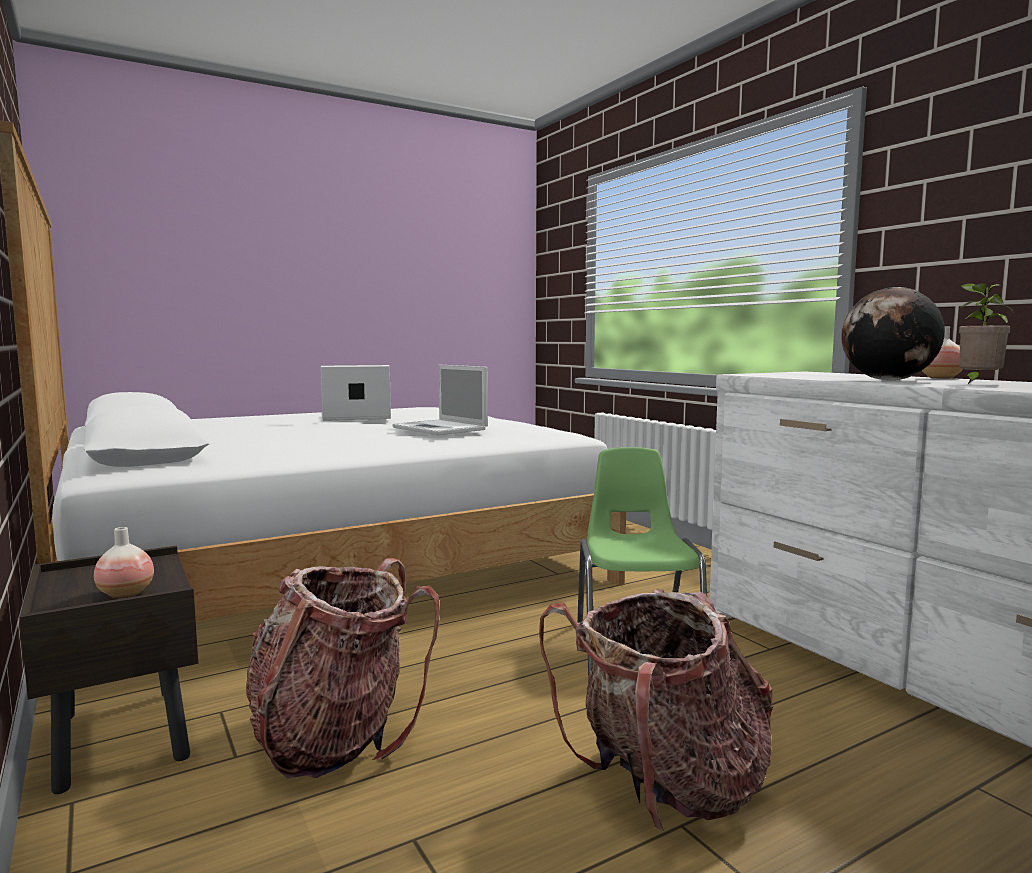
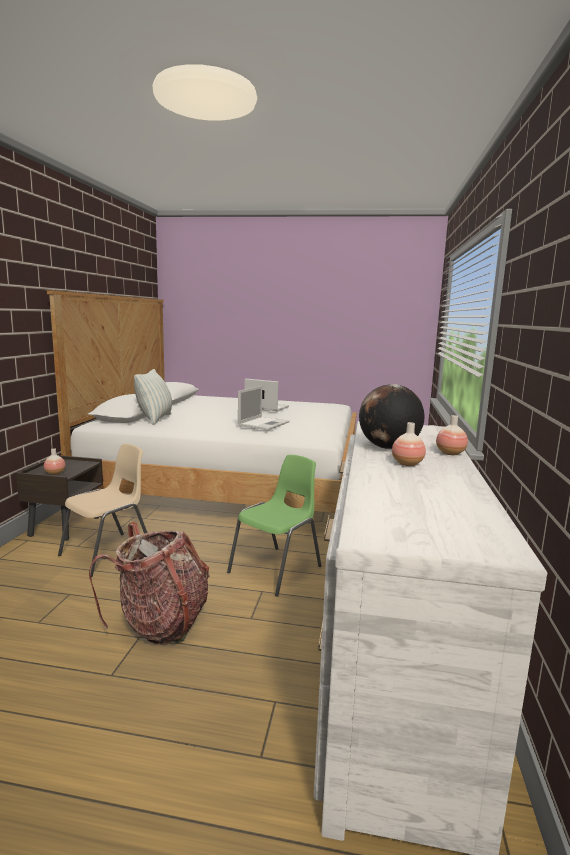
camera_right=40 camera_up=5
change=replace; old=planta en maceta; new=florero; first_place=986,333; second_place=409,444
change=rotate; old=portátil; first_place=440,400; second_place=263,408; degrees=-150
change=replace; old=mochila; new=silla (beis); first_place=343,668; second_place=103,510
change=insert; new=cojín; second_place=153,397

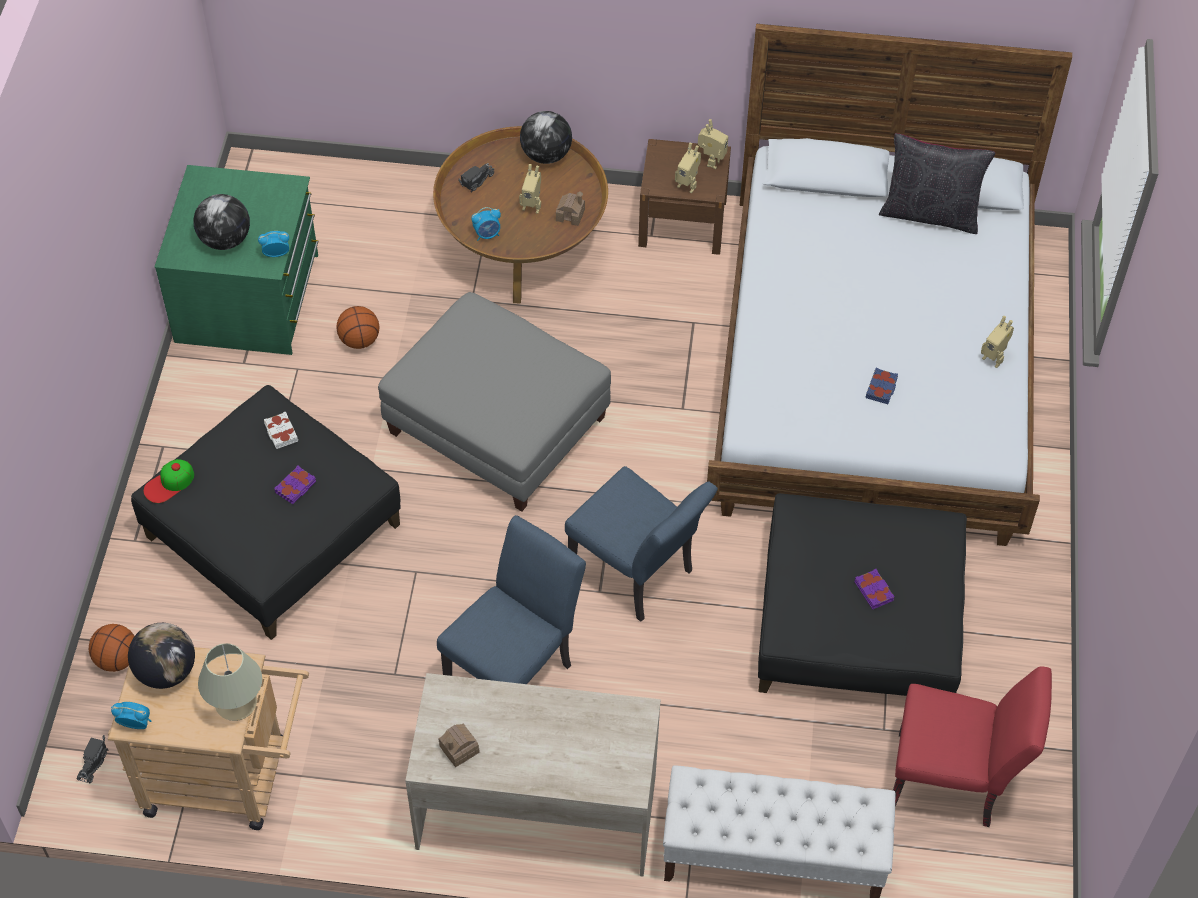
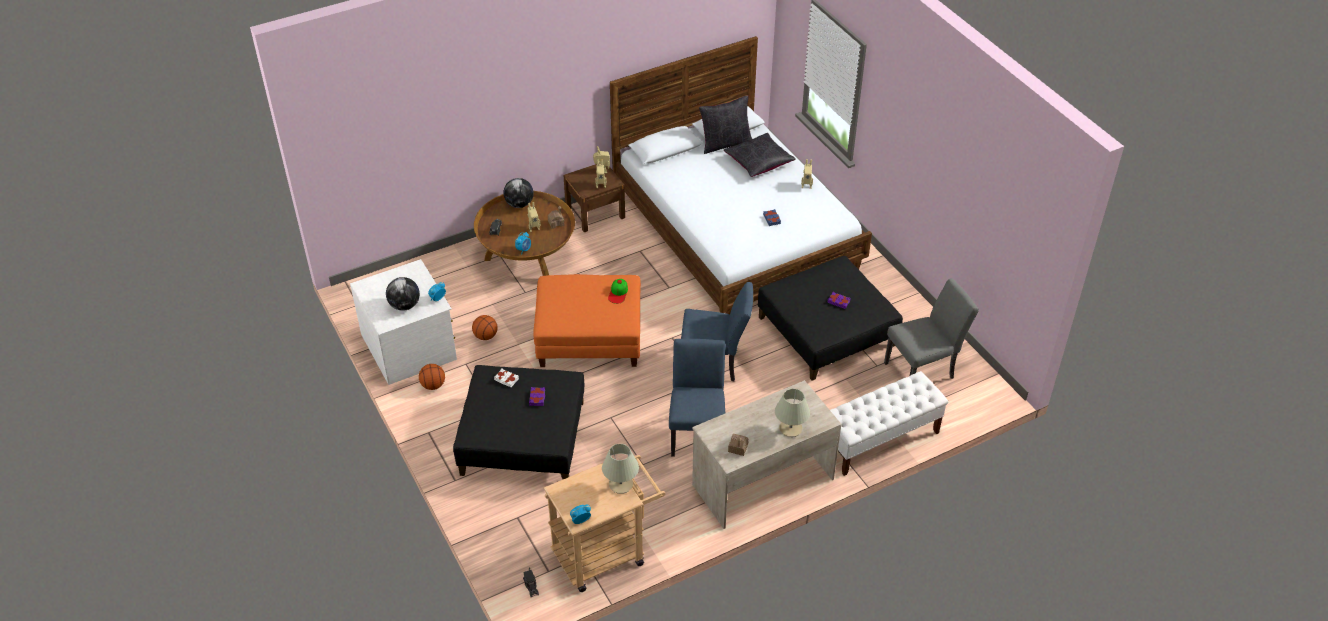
camera_right=-35 camera_up=-10
change=recolor; old=cómoda (verde); new=cómoda (blanco); first_place=237,260; second_place=403,322
change=recolor; old=puf (gris); new=puf (naranja); first_place=494,401; second_place=587,320
change=move; old=gorra; first_place=169,481; second_place=618,291
change=delete; old=globo terráqueo; first_place=161,656
change=move; old=balón de baloncesto; first_place=111,648; second_place=432,377
change=recolor; old=silla (rojo); new=silla (gris); first_place=972,746; second_place=931,328
change=insert; new=cojín (negro); second_place=760,155
change=insert; new=lámpara de mesa (beis); second_place=792,413

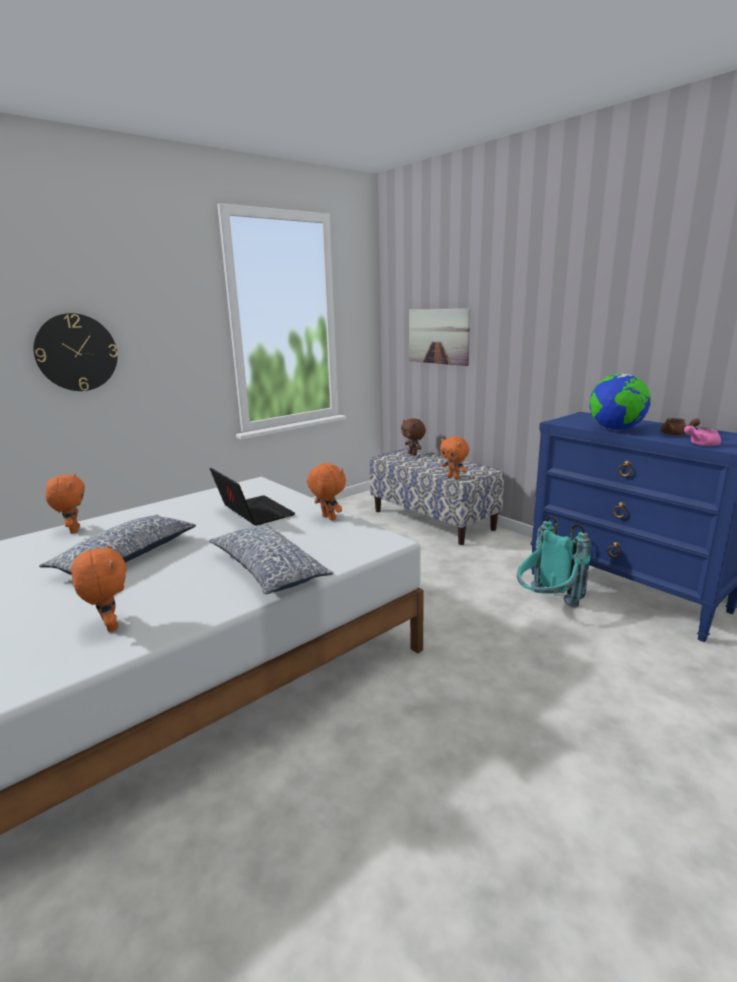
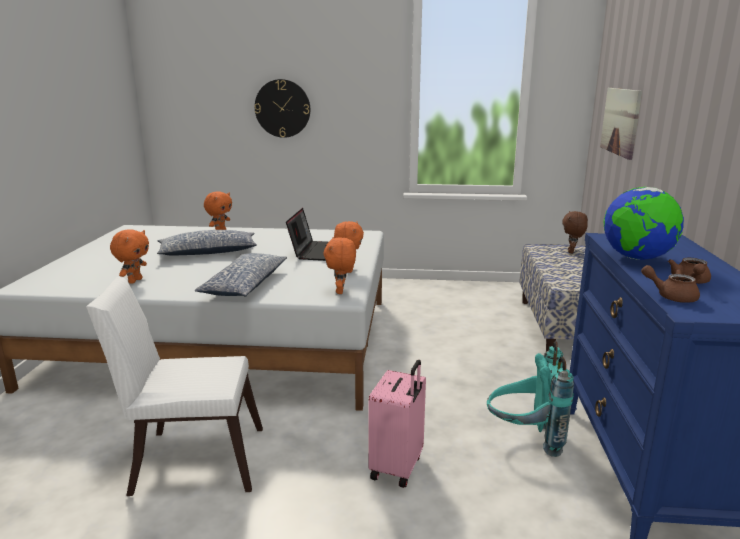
camera_right=45 camera_up=0
change=recolor; old=tetera (rosa); new=tetera (marrón); first_place=702,435; second_place=670,284
change=move; old=peluche (naranja); first_place=454,457; second_place=339,265
change=insert; new=silla (blanco); second_place=174,386
change=insert; new=maleta (rosa); second_place=397,424

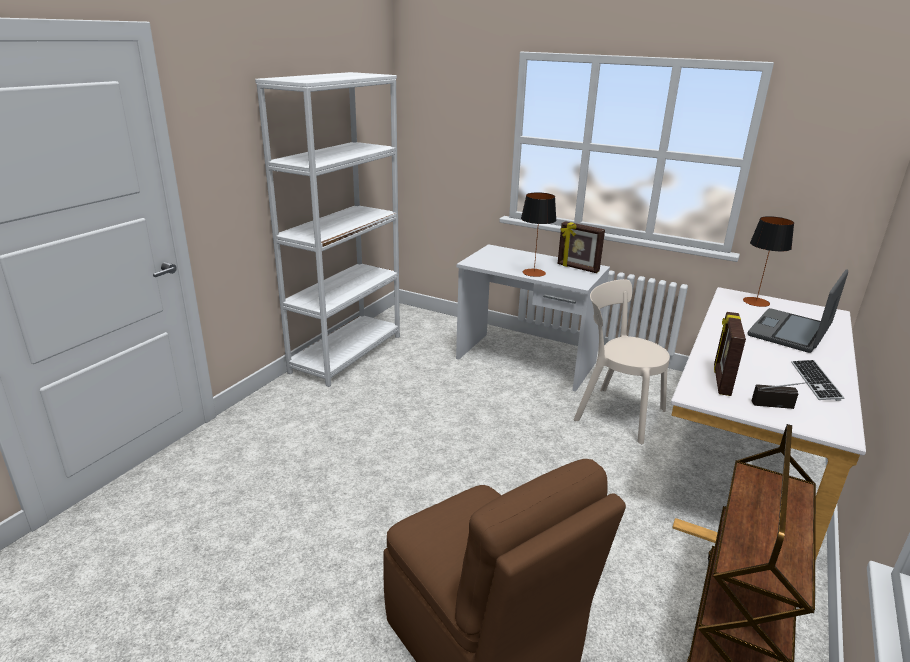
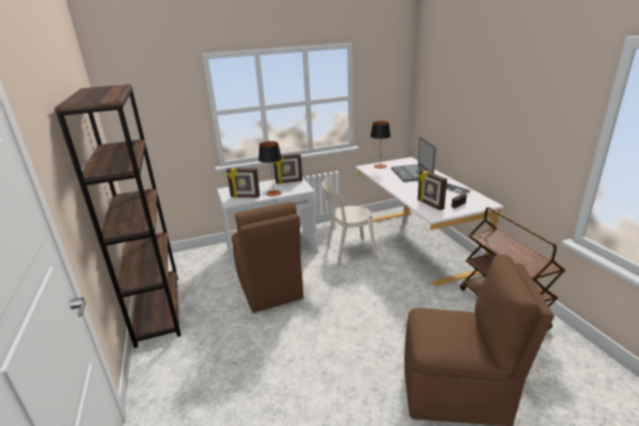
camera_right=-45 camera_up=0
change=recolor; old=estantería (blanco); new=estantería (marrón); first_place=327,229; second_place=117,216
change=insert; new=portarretratos; second_place=243,183
change=insert; new=silla (marrón); second_place=267,257

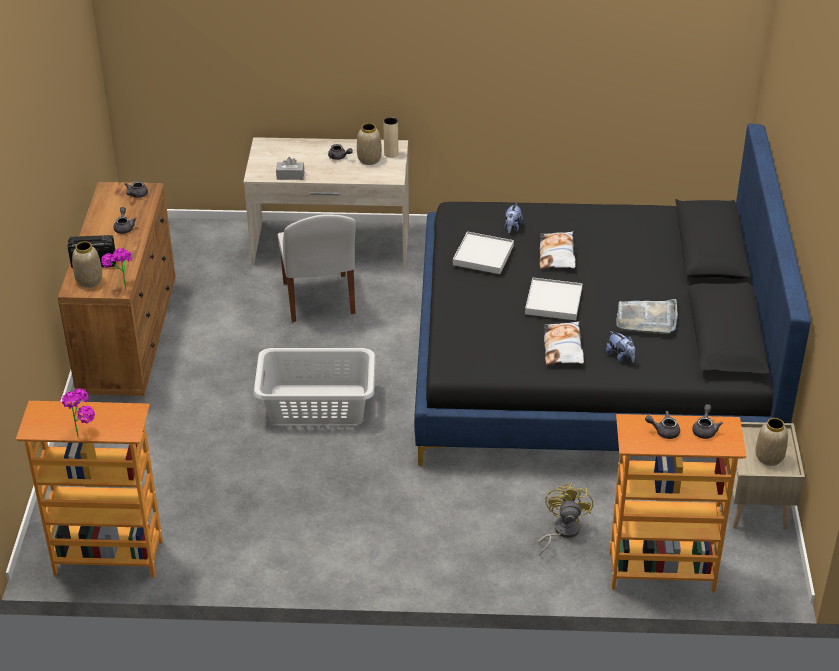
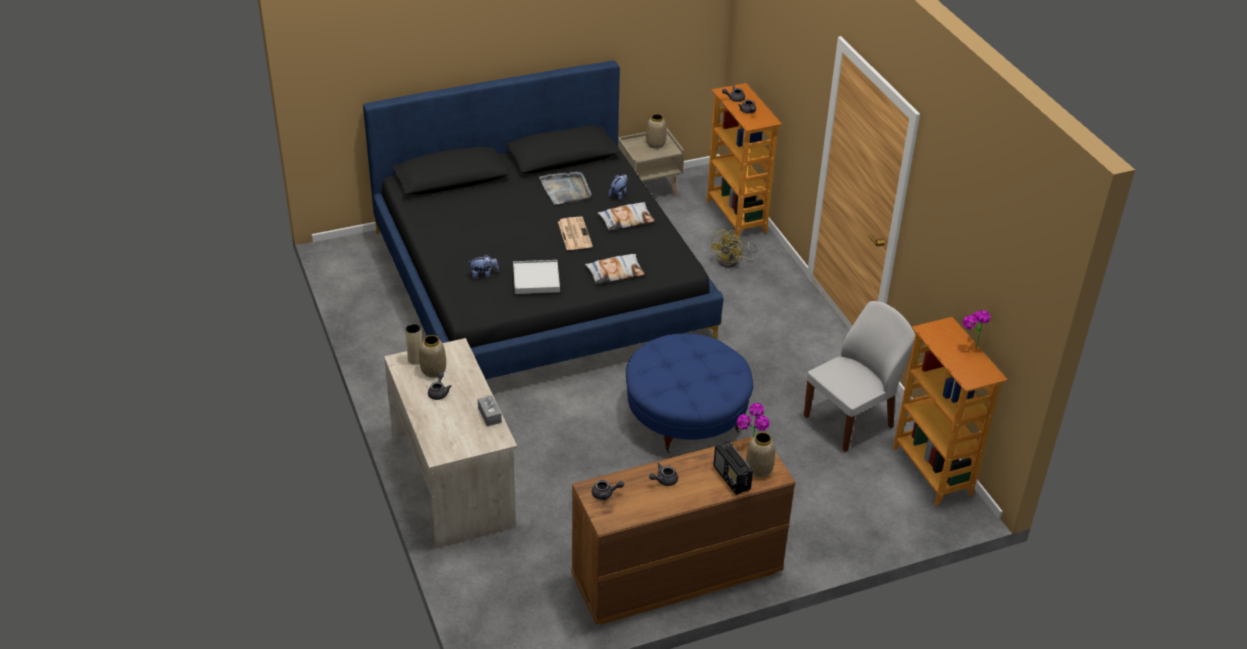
camera_right=-115 camera_up=0
change=move; old=silla (blanco); first_place=317,268; second_place=859,376
change=move; old=cojín; first_place=557,250; second_place=615,269
change=replace; old=bandeja (blanco); new=periódico; first_place=554,299; second_place=575,233
change=replace; old=cesto de la ropa (gris); new=puf (azul); first_place=315,386; second_place=689,393
change=rotate; old=ventilador (amarillo); first_place=565,519; second_place=733,249; degrees=-45

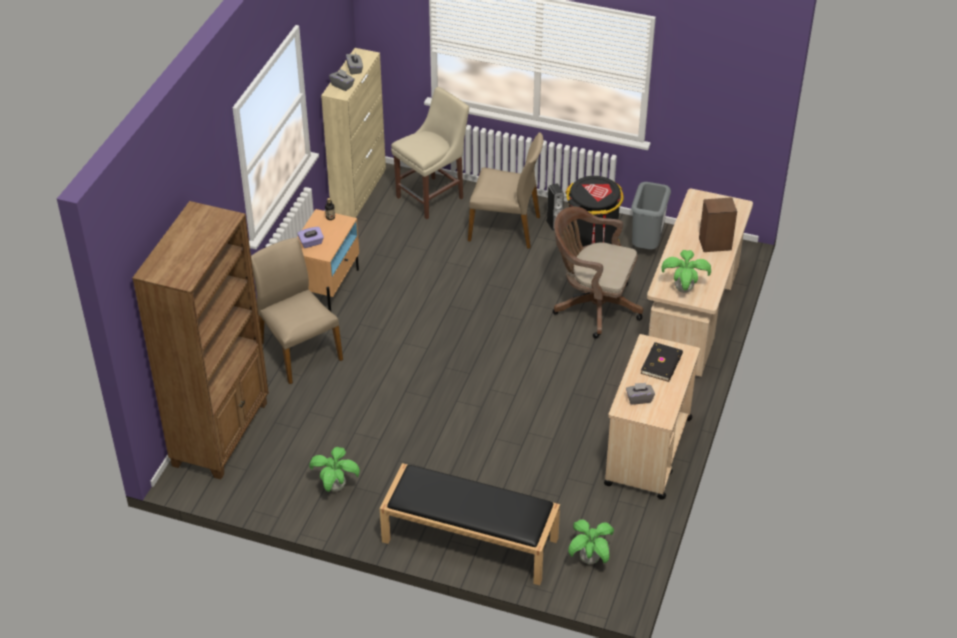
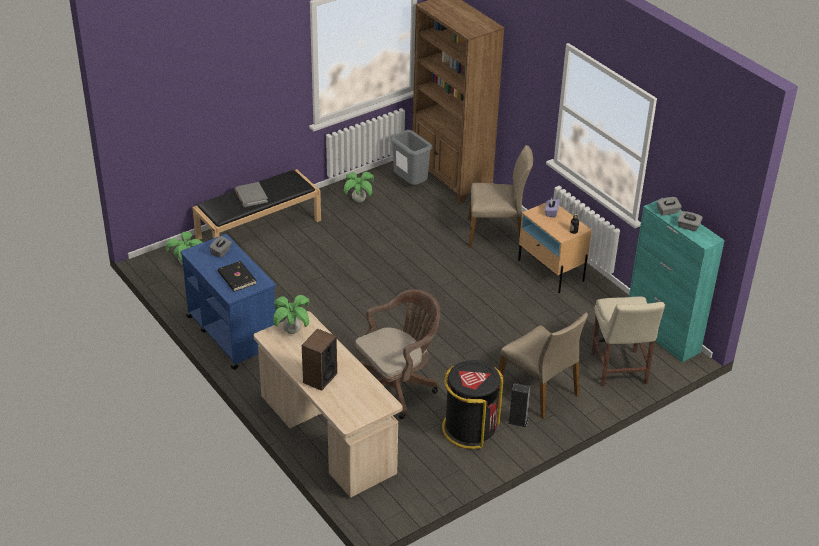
camera_right=125 camera_up=-5
change=recolor; old=armario (beis); new=armario (turquesa); first_place=353,133; second_place=677,280
change=rotate; old=silla (beis); first_place=505,190; second_place=543,366; degrees=-90
change=move; old=papelera (gris); first_place=651,216; second_place=411,157
change=recolor; old=carrito (beis); new=carrito (azul); first_place=652,417; second_place=228,302
change=insert; new=libro (gris); second_place=251,194

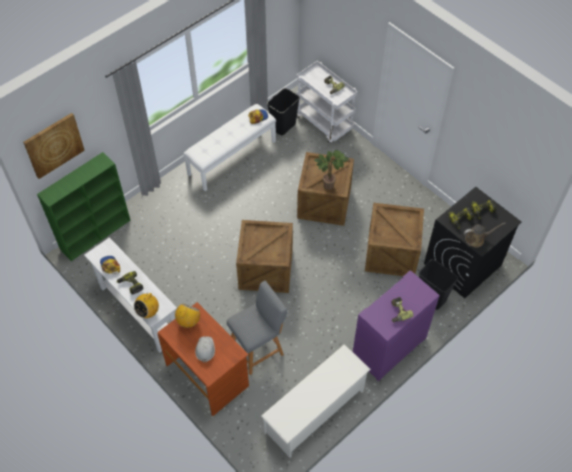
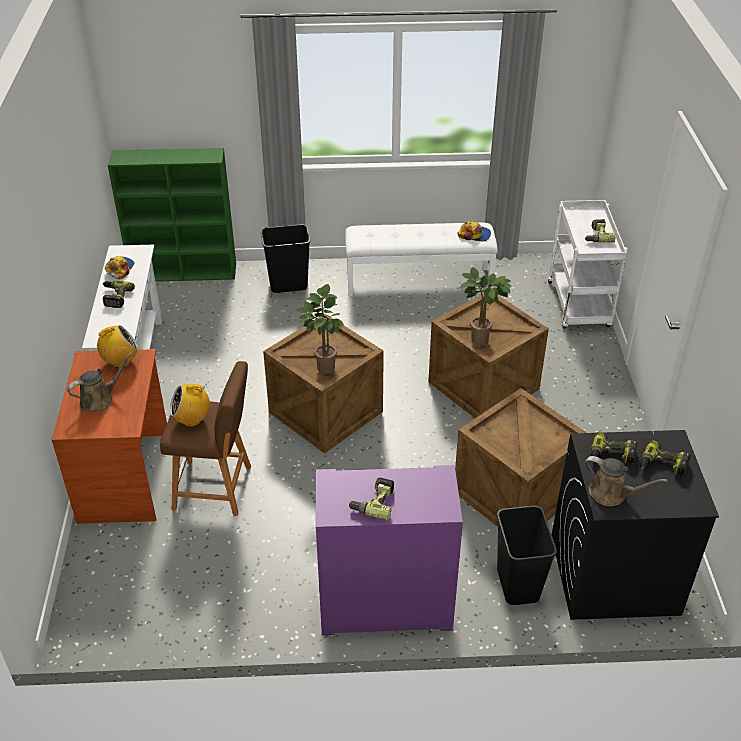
camera_right=40 camera_up=-15
change=move; old=papelera (negro); first_place=283,111; second_place=285,258
change=delete; old=cuadro; first_place=54,146
change=recolor; old=taburete (gris); new=taburete (marrón); first_place=257,328; second_place=205,438
change=move; old=radio; first_place=146,305; second_place=190,404
change=replace; old=casco (blanco); new=regadera (marrón); first_place=205,349; second_place=99,382
change=delete; old=zapatero (blanco); first_place=316,400
change=insert; new=planta en maceta; second_place=320,329

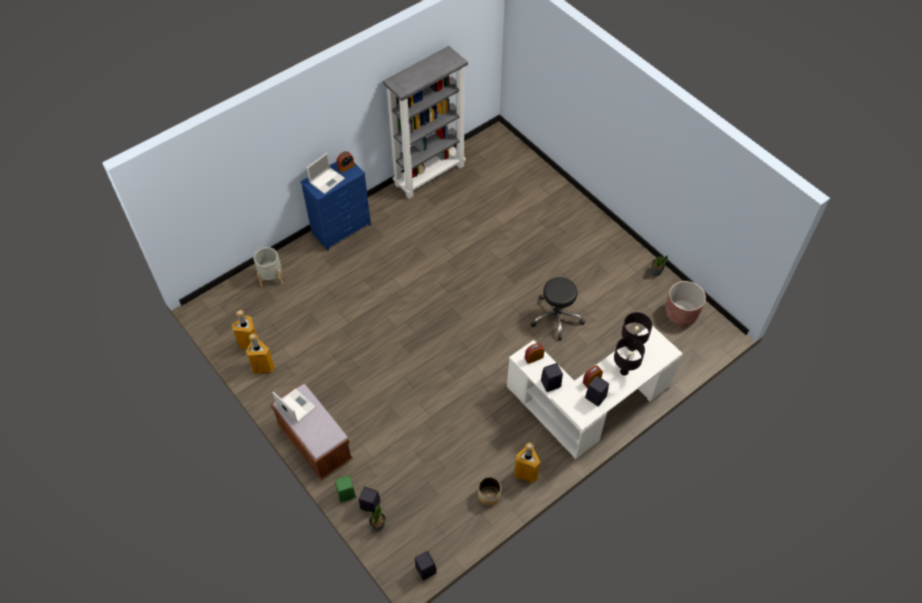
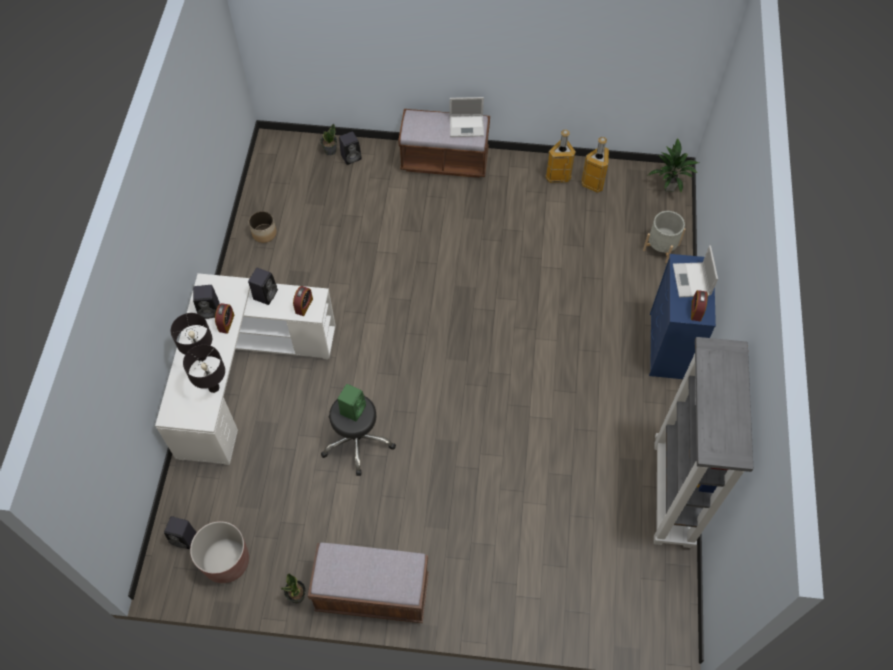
camera_right=135 camera_up=5
change=delete; old=papelera; first_place=527,463
change=move; old=altavoz (verde); first_place=345,488; second_place=352,402
change=move; old=altavoz (negro); first_place=426,565; second_place=180,532
change=insert; new=planta en maceta; second_place=673,165
change=insert; new=banco (marrón); second_place=368,583

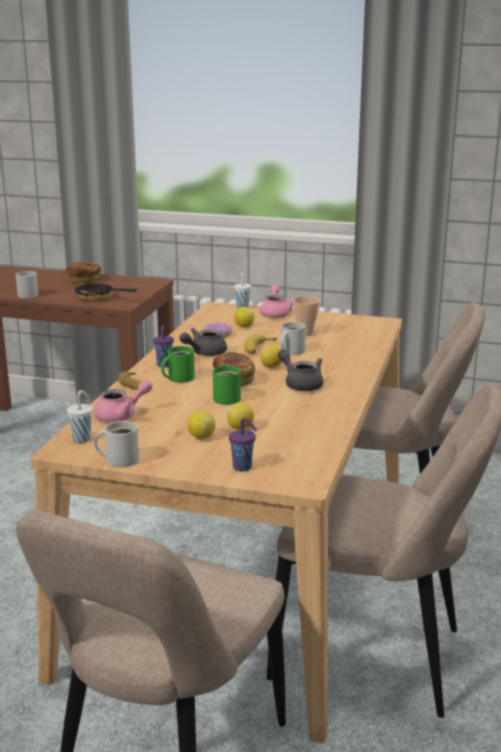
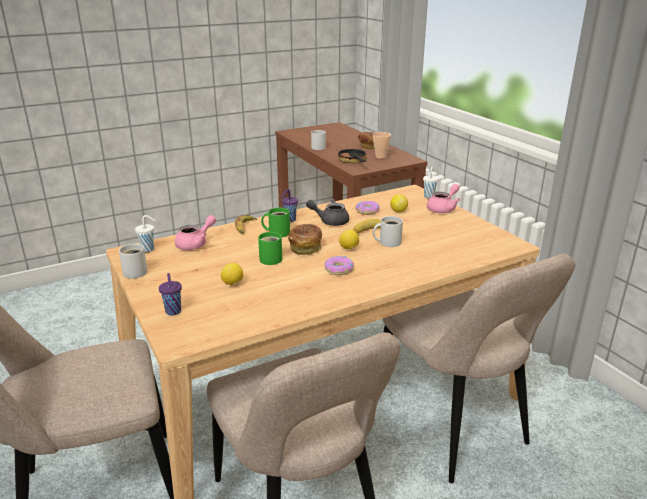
camera_right=45 camera_up=5
change=move; old=taza; first_place=306,316; second_place=382,145
change=replace; old=tetera (gris); new=rosquilla; first_place=300,370; second_place=339,265
change=rotate; old=tetera (rosa); first_place=123,401; second_place=195,232; degrees=-60
change=delete; old=limón; first_place=202,425

